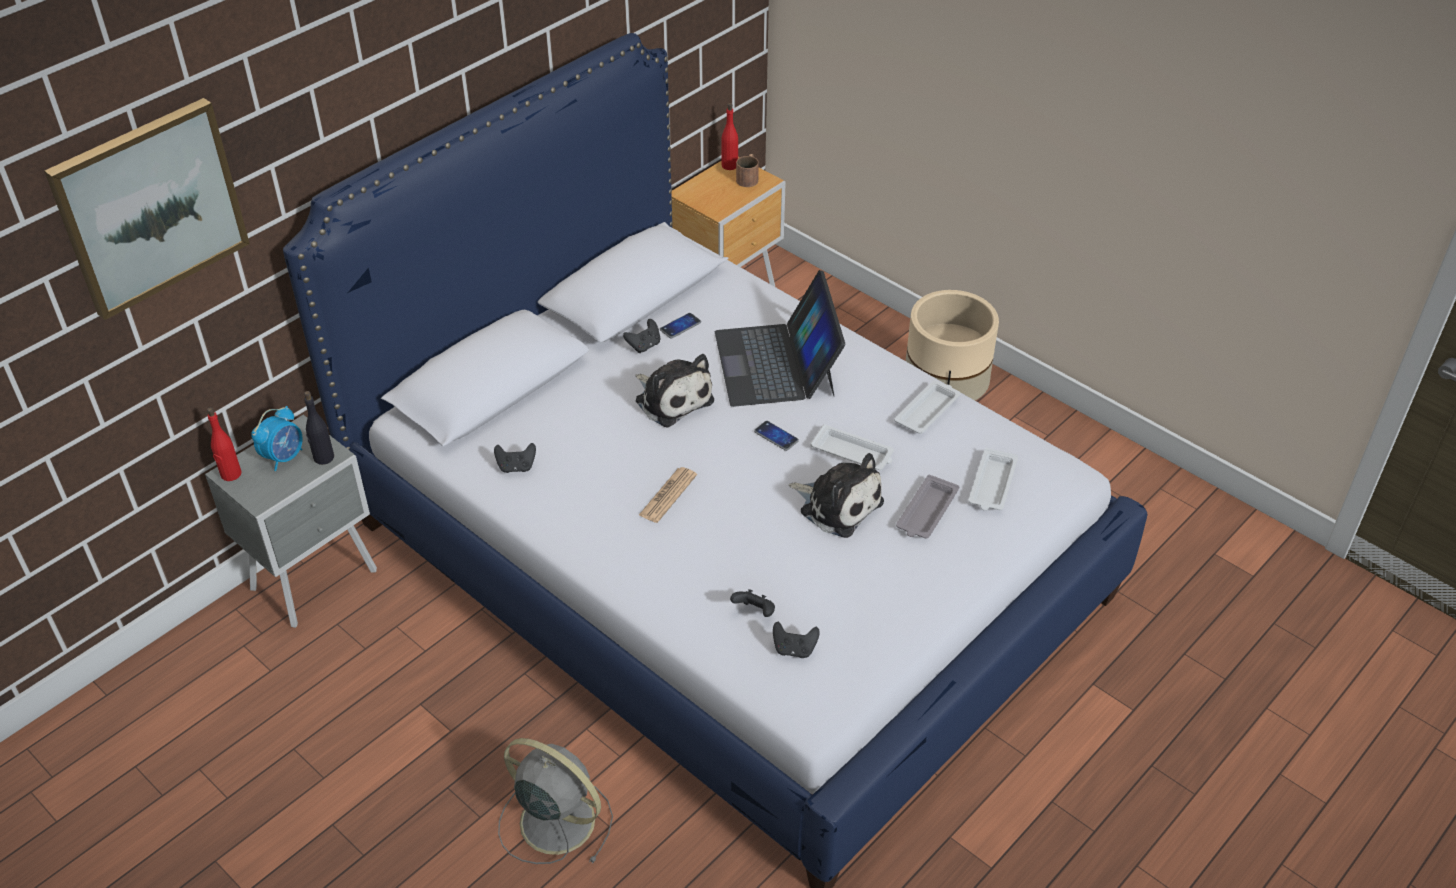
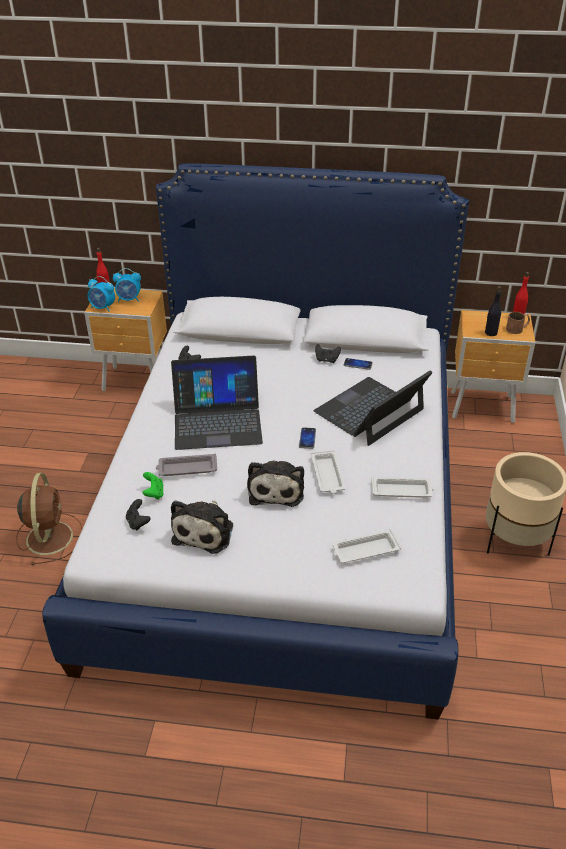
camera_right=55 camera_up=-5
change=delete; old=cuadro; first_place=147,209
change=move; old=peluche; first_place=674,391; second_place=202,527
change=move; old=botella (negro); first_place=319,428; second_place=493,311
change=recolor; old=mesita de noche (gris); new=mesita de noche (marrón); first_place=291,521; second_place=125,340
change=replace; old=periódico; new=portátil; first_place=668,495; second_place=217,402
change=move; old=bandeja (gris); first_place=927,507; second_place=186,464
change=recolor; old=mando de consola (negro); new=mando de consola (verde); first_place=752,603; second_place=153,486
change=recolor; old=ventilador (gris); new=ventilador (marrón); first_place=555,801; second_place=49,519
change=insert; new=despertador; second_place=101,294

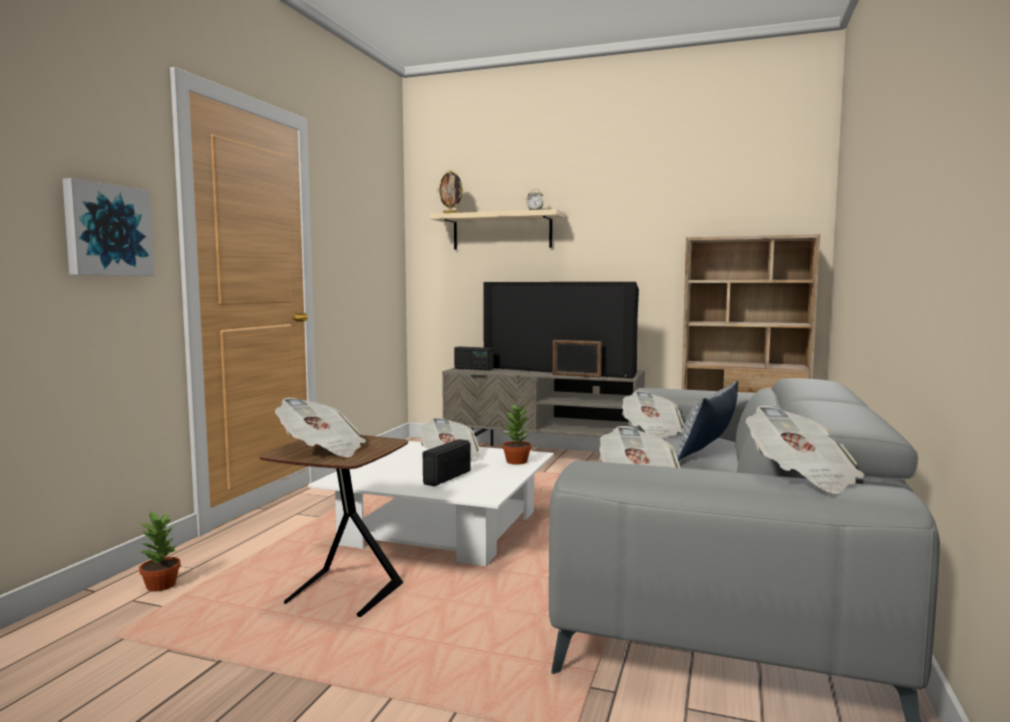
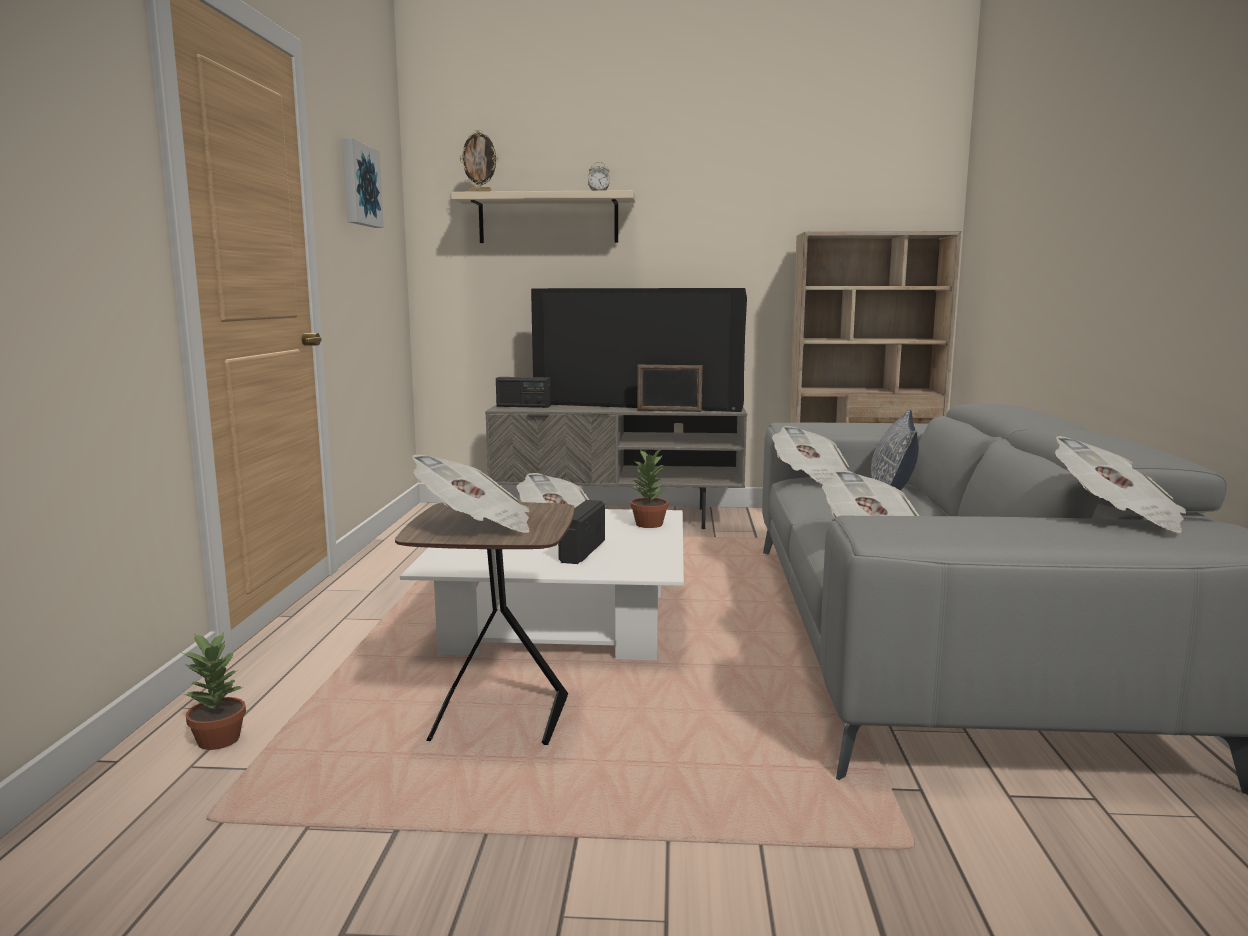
camera_right=-15 camera_up=5
change=move; old=cuadro; first_place=108,227; second_place=363,183

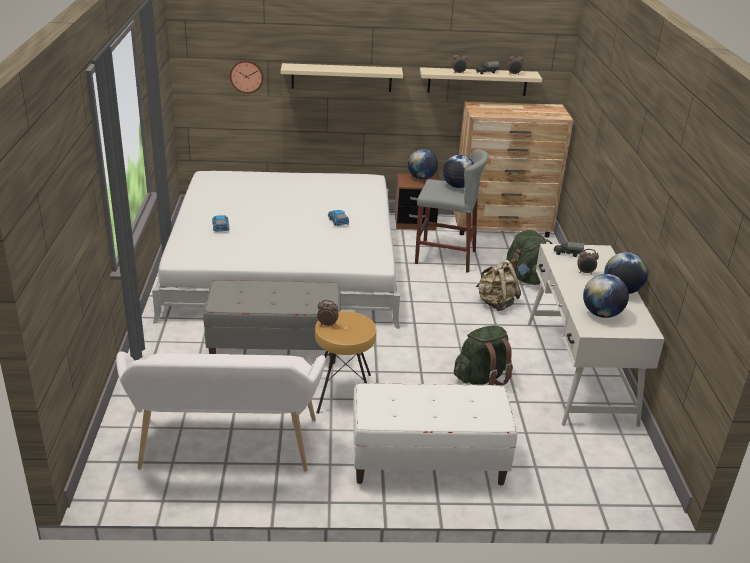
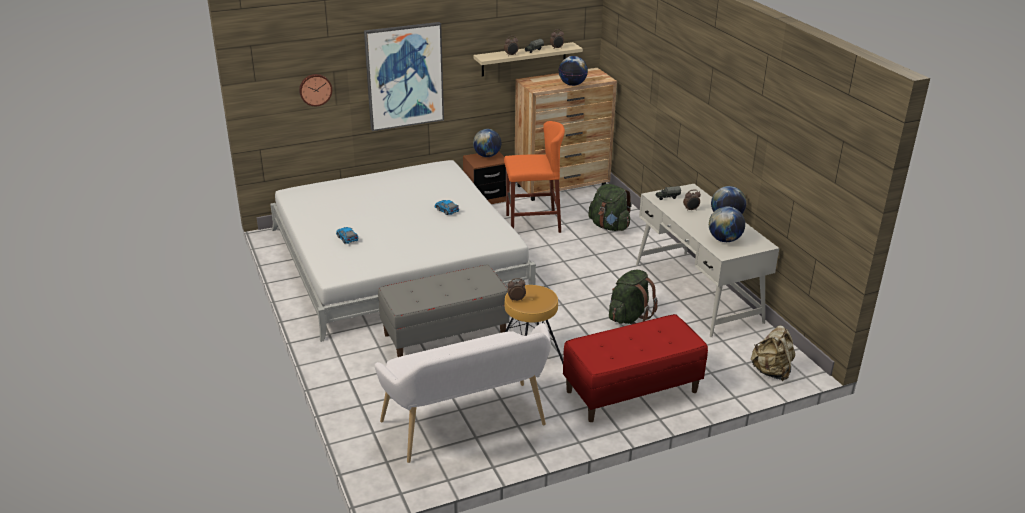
camera_right=-20 camera_up=0
change=replace; old=estante (beis); new=cuadro; first_place=342,77; second_place=404,76
change=recolor; old=taburete (gris); new=taburete (naranja); first_place=451,211; second_place=534,177
change=move; old=globo terráqueo; first_place=458,171; second_place=573,71
change=move; old=mochila (beis); first_place=498,285; second_place=773,353
change=recolor; old=banco (blanco); new=banco (rojo); first_place=435,434; second_place=635,368

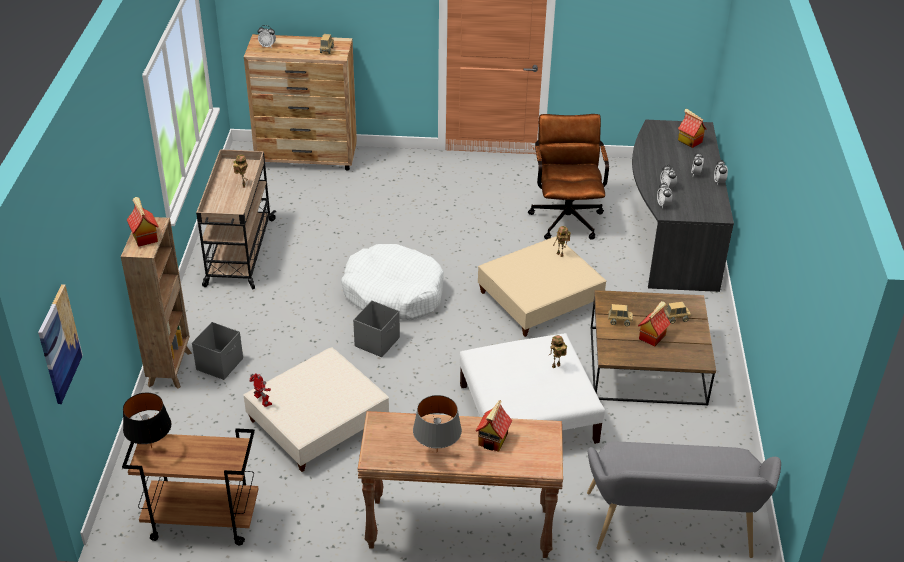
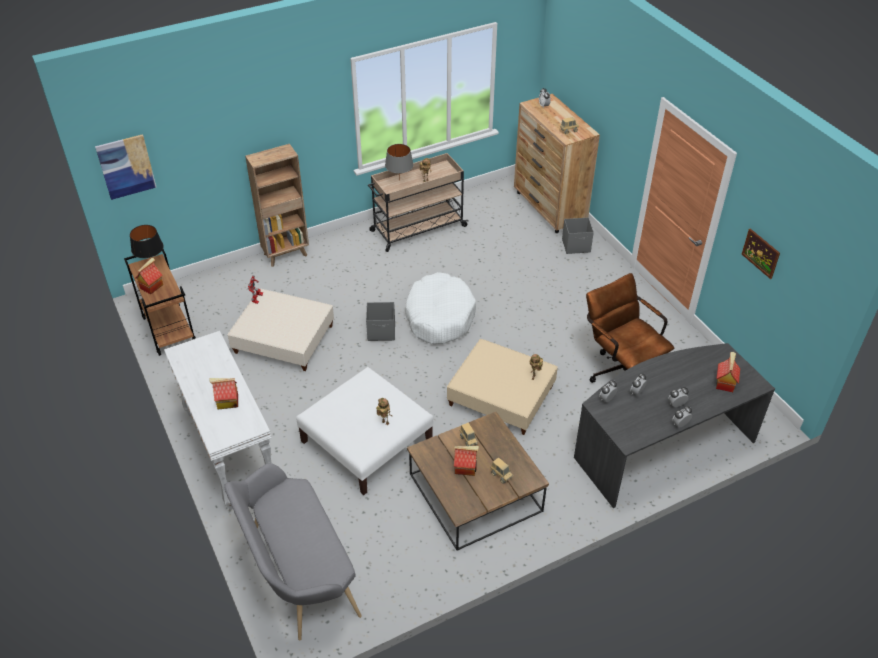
camera_right=60 camera_up=5
change=rotate; old=silla de oficina (marrón); first_place=568,177; second_place=630,328; degrees=-90
change=move; old=casita; first_place=143,222; second_place=149,276
change=move; old=caja de almacenaje (gris); first_place=217,351; second_place=578,235
change=move; old=lámpara de mesa (gris); first_place=437,422; second_place=399,161
change=recolor; old=mesa consola (marrón); new=mesa consola (blanco); first_place=460,484; second_place=218,420
change=insert; new=cuadro; second_place=761,254

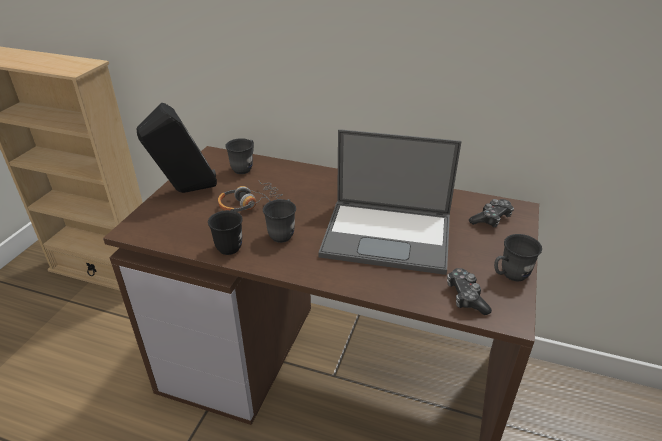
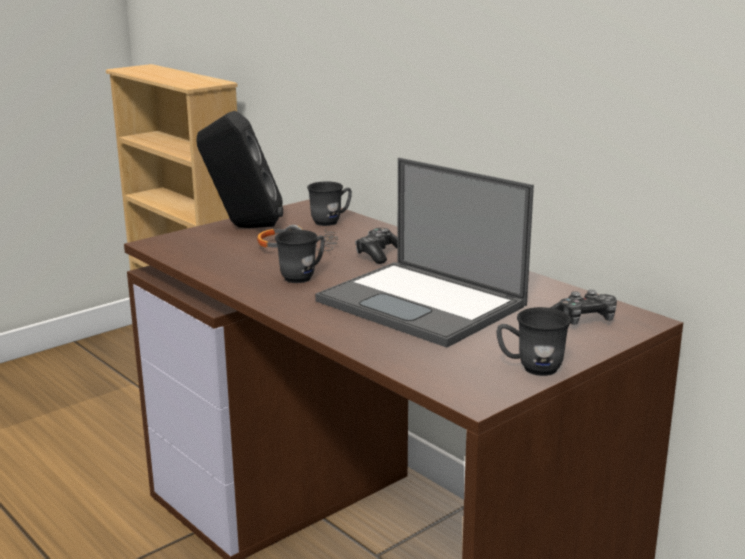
camera_right=30 camera_up=-15
change=delete; old=taza grande (negro); first_place=225,232
change=move; old=mando de consola; first_place=469,291; second_place=376,246

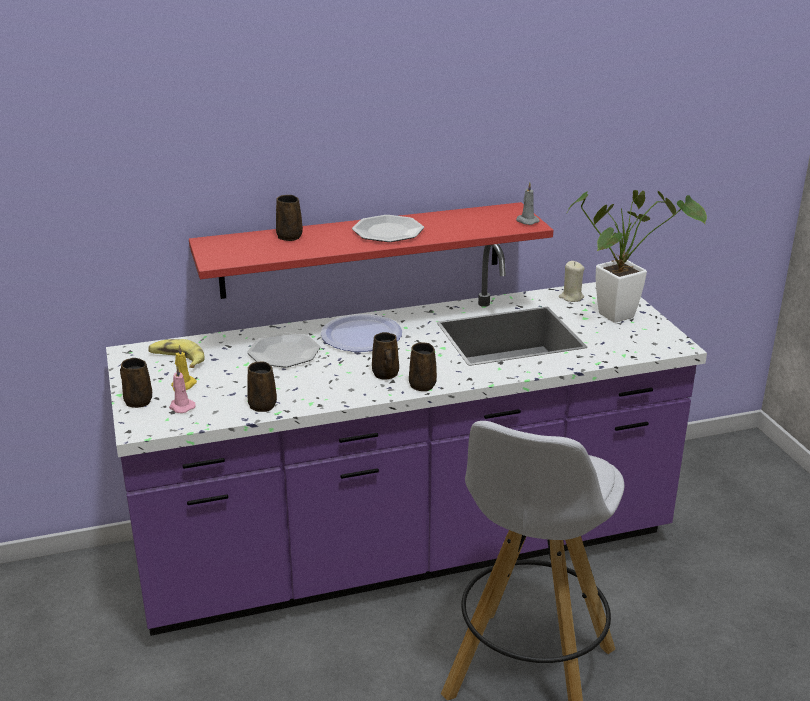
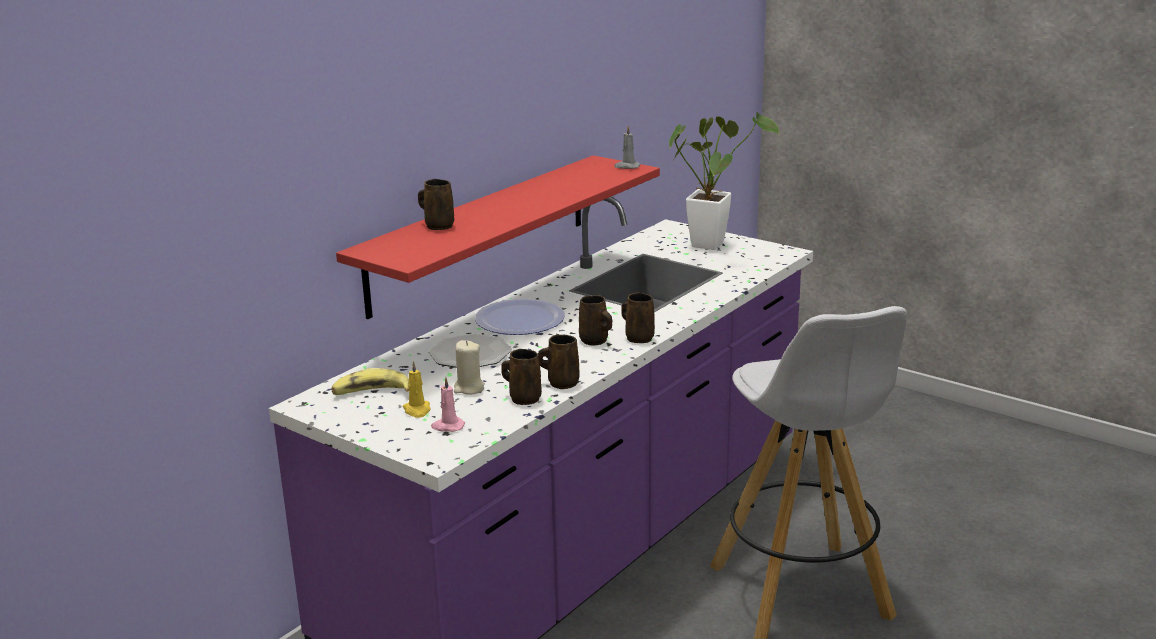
camera_right=-35 camera_up=-5
change=delete; old=plato; first_place=388,228
change=move; old=vela (beis); first_place=572,281; second_place=469,367
change=move; old=taza grande (marrón); first_place=136,383; second_place=559,362

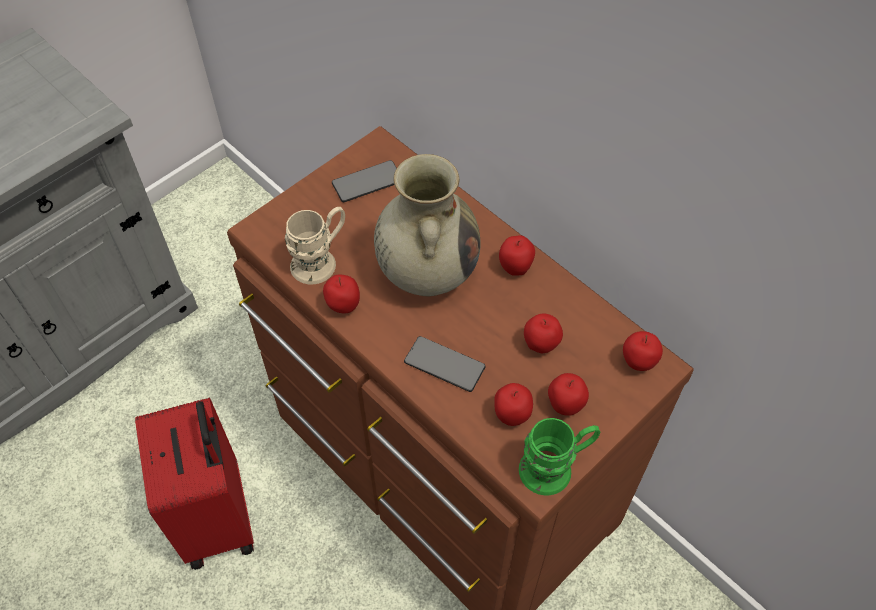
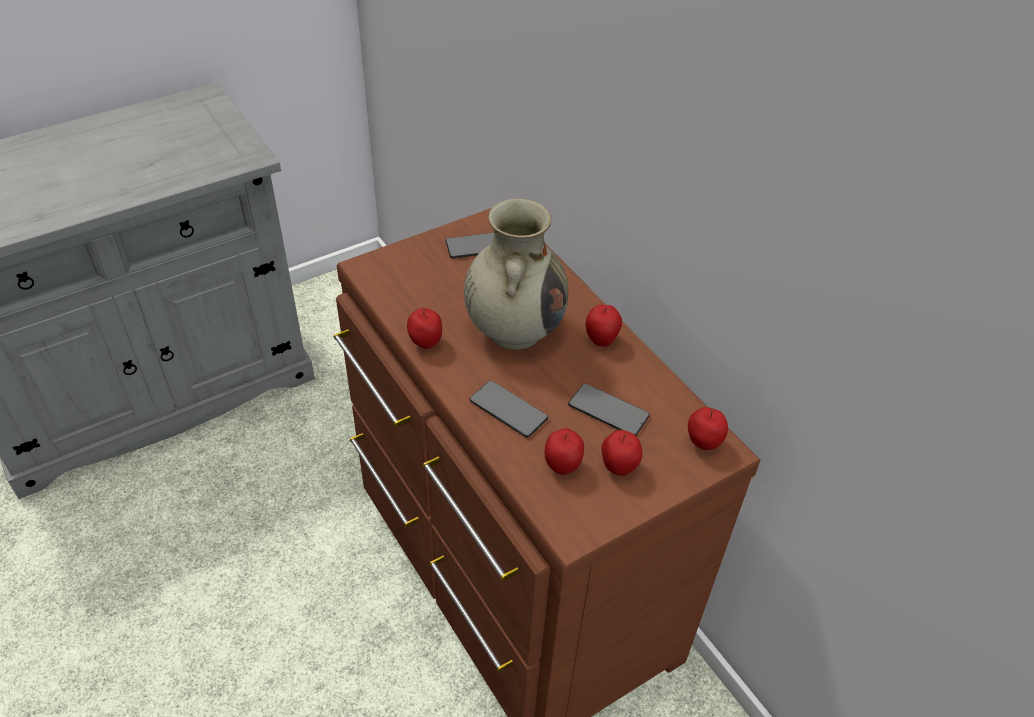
camera_right=10 camera_up=-10
change=delete; old=taza grande (beis); first_place=315,245
change=replace; old=manzana; new=móvil; first_place=543,333; second_place=609,409
change=delete; old=maleta (rojo); first_place=194,484
change=delete; old=taza grande (verde); first_place=559,456

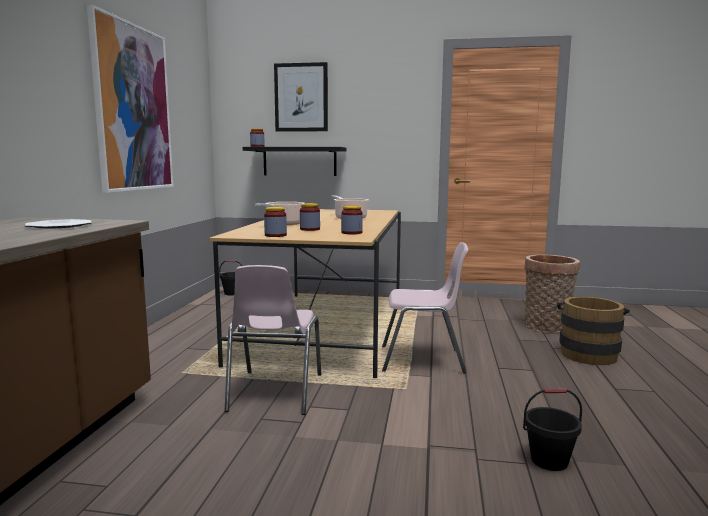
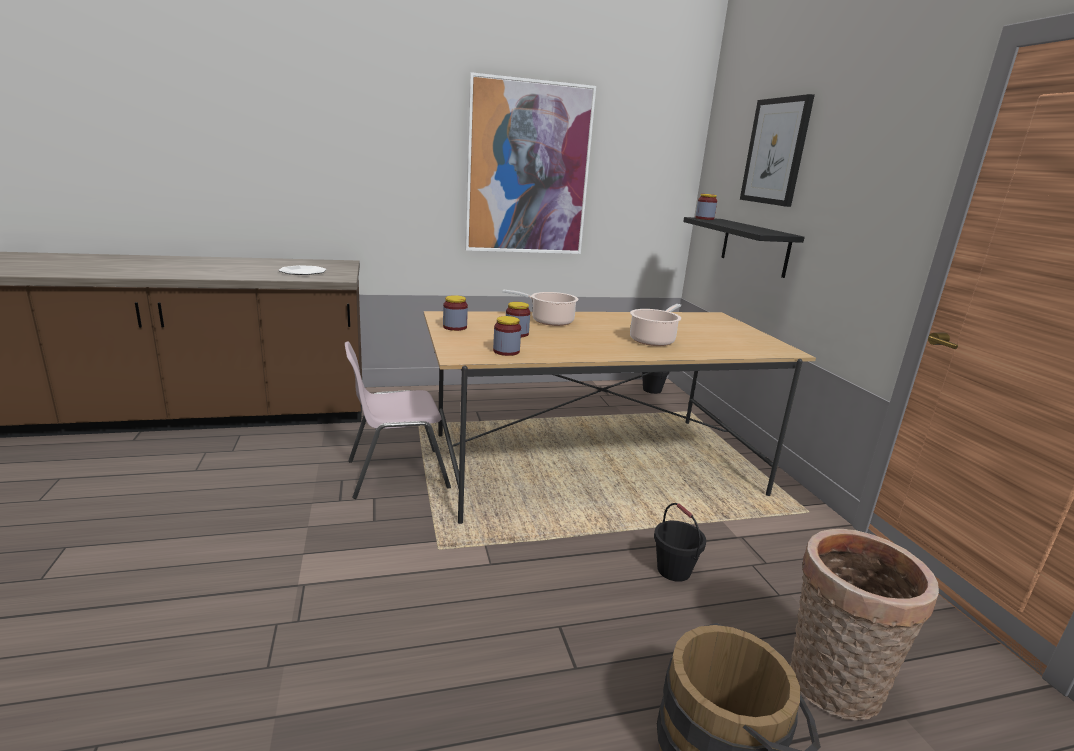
camera_right=65 camera_up=10
change=delete; old=silla (rosa); first_place=425,308
change=move; old=cubo (negro); first_place=552,430; second_place=680,542

